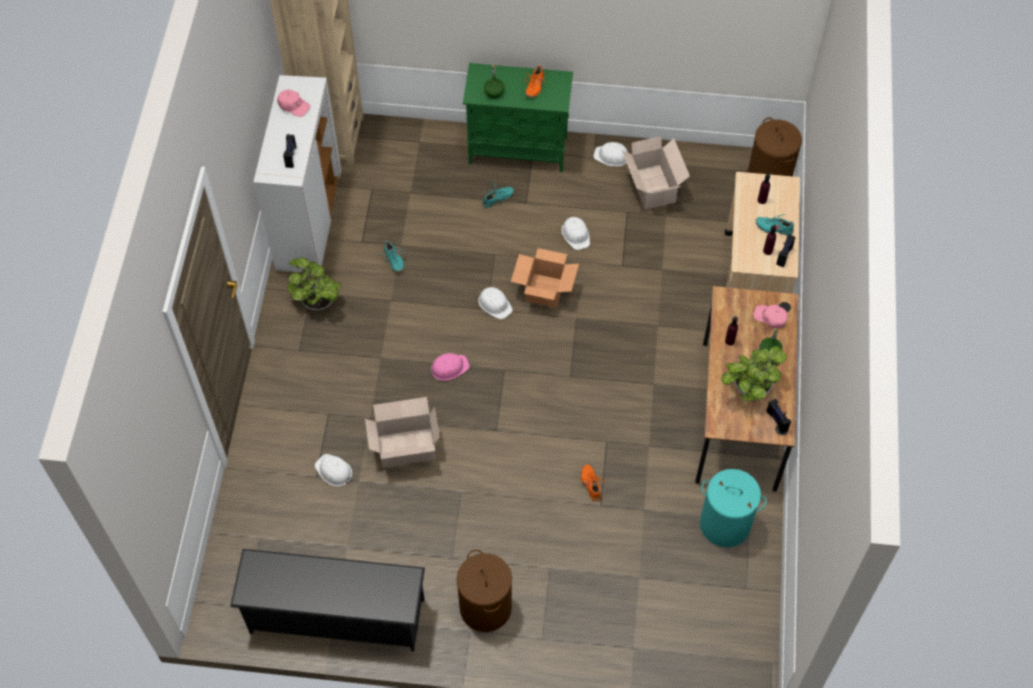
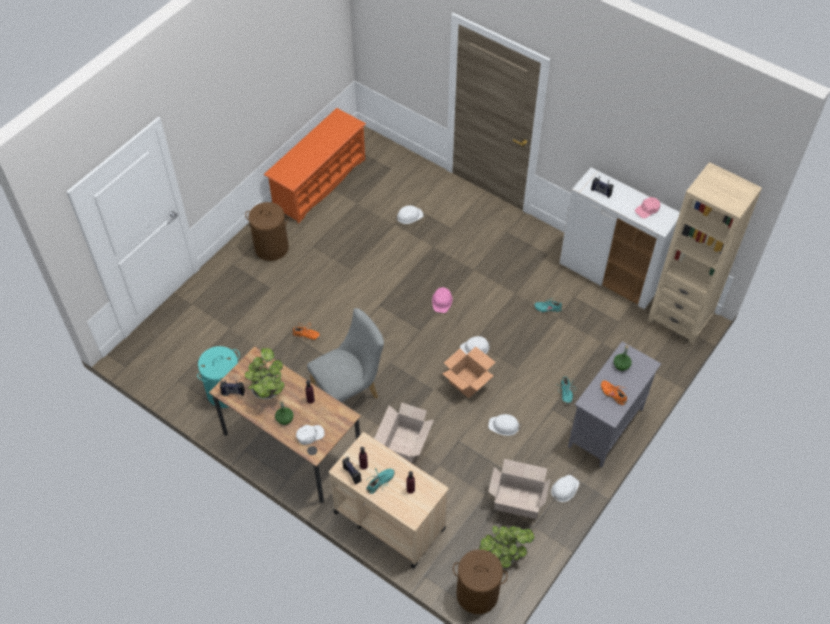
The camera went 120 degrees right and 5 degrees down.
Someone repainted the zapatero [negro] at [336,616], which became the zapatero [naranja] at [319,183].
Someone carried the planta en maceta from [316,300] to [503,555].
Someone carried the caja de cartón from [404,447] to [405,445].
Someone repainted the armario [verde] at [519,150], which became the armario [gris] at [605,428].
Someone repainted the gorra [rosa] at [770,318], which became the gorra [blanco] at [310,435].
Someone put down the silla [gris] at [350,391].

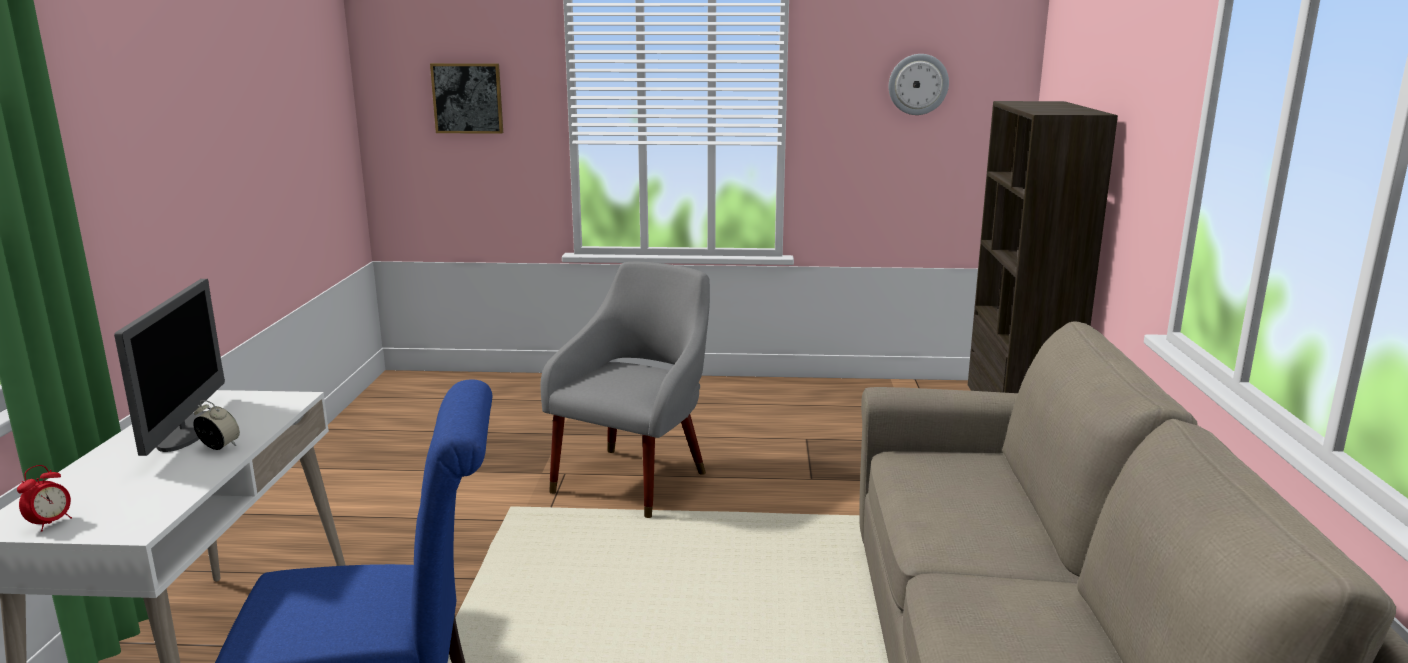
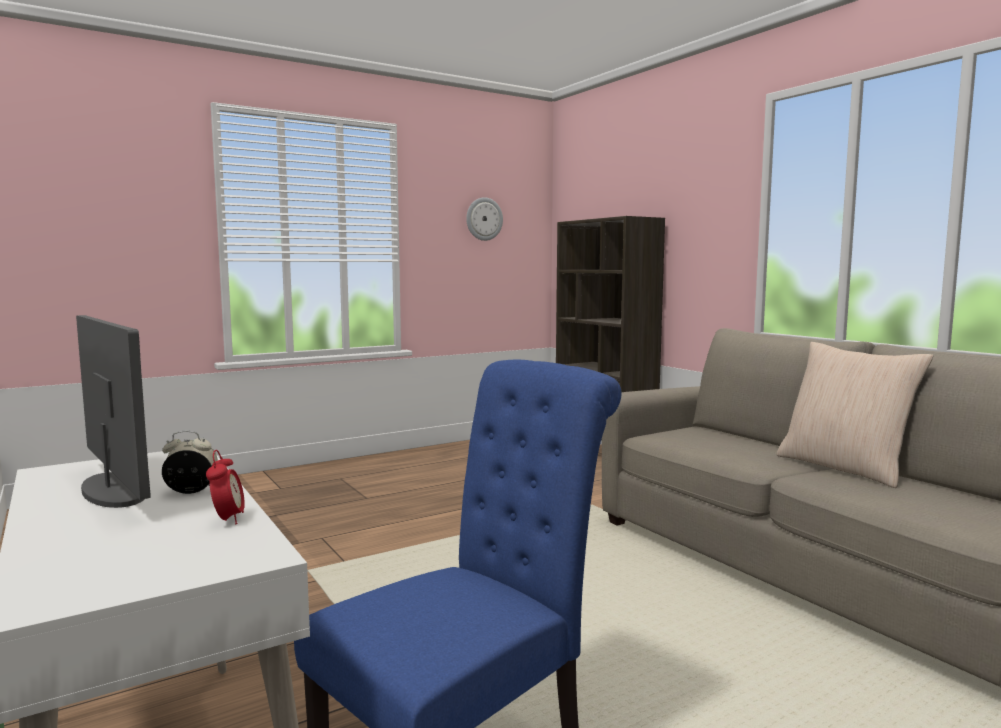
The camera went 35 degrees left and 10 degrees down.
Someone carried the despertador from [51,523] to [228,520].
Someone took away the cuadro at [467,98].
Someone took away the sillón [gris] at [635,477].
Someone put down the cojín [beis] at [844,468].

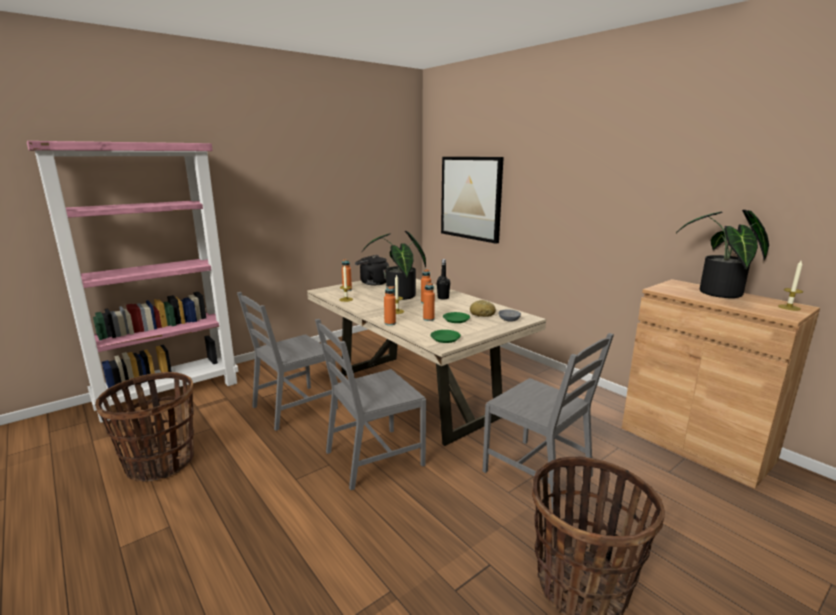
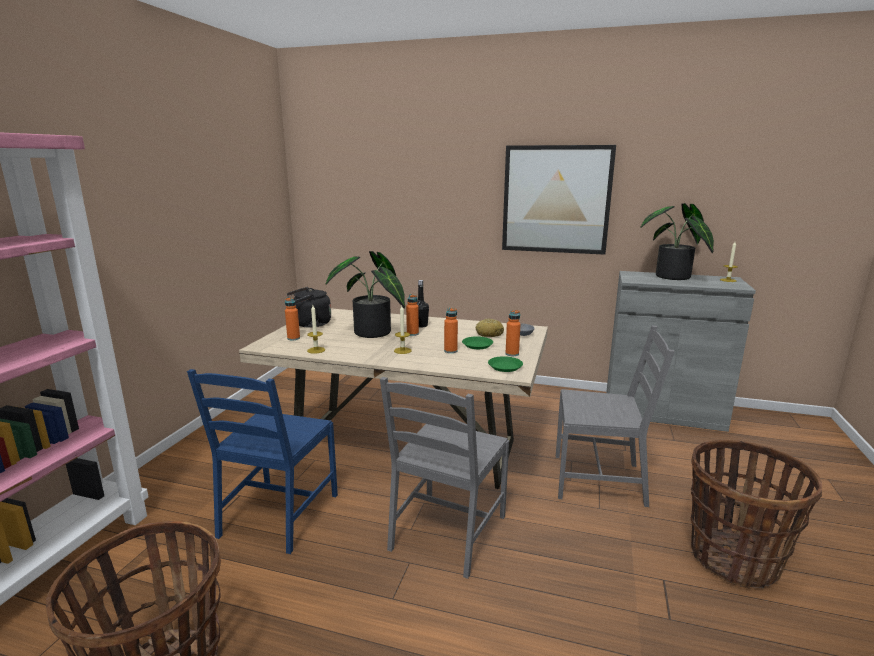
The camera went 35 degrees left and 0 degrees up.
Someone repainted the silla [gris] at [294,407], which became the silla [azul] at [278,515].
Someone carried the botella [naranja] from [390,323] to [512,354].
Someone carried the cuadro from [471,198] to [556,199].
Someone repainted the armario [marrón] at [695,444], which became the armario [gris] at [662,411].

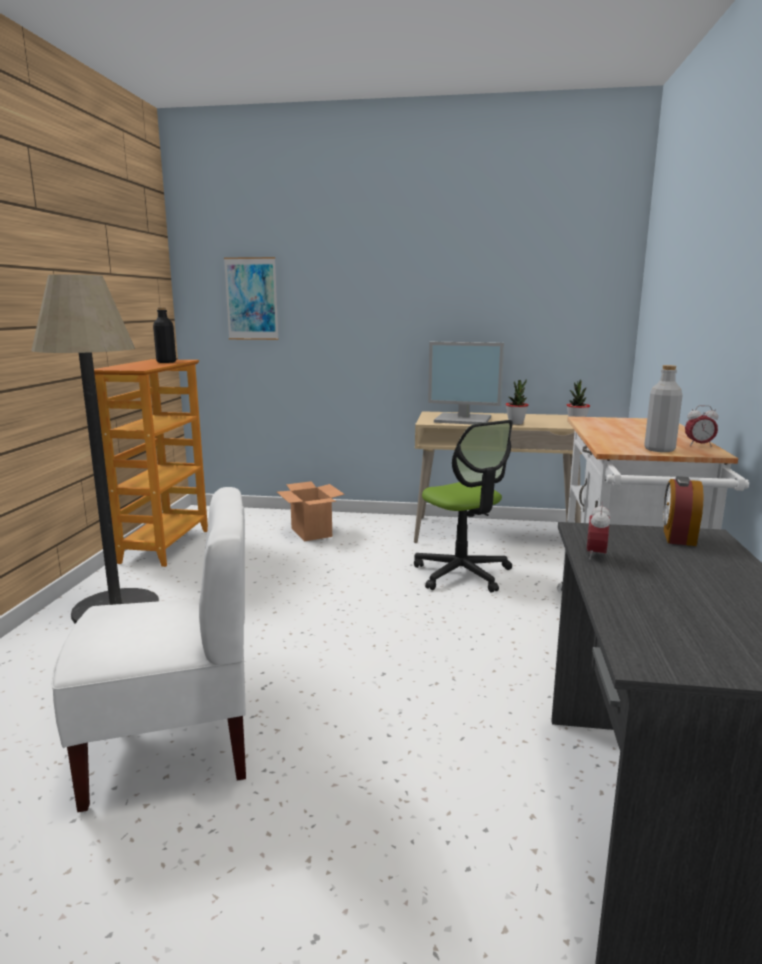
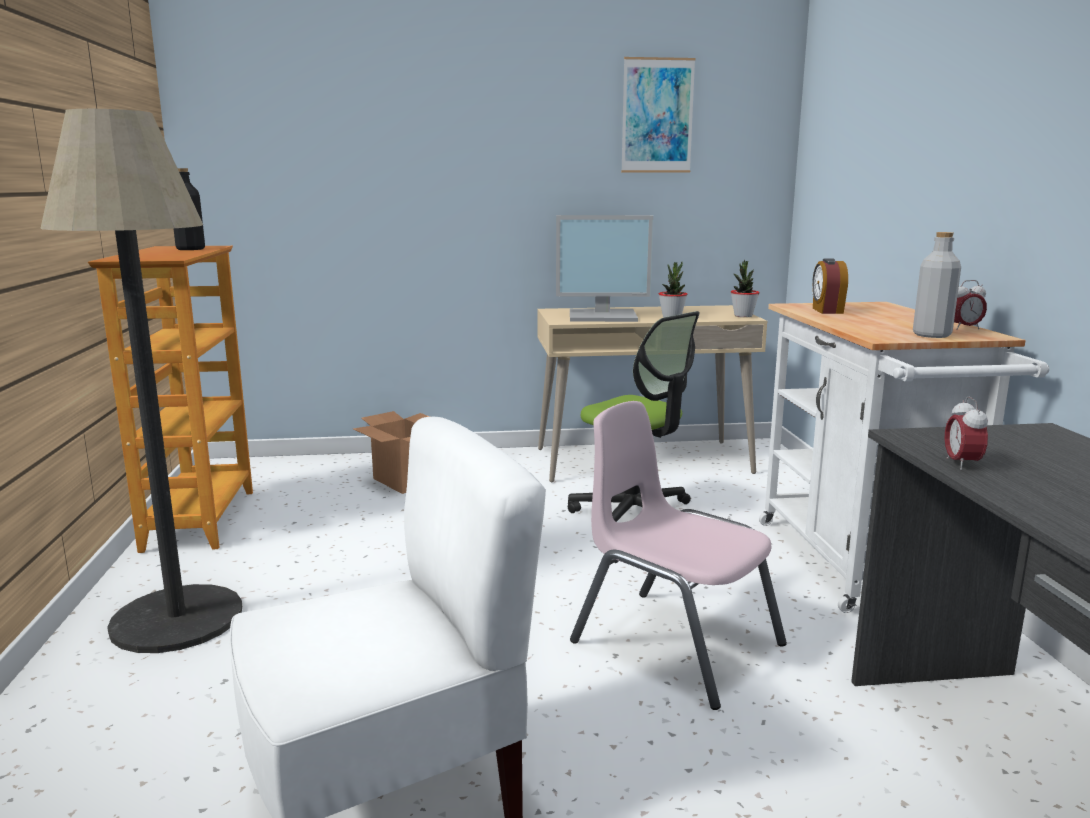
The camera went 15 degrees left and 0 degrees up.
Someone carried the cuadro from [251,299] to [657,116].
Someone carried the despertador from [678,537] to [826,311].
Someone put down the silla [rosa] at [675,644].

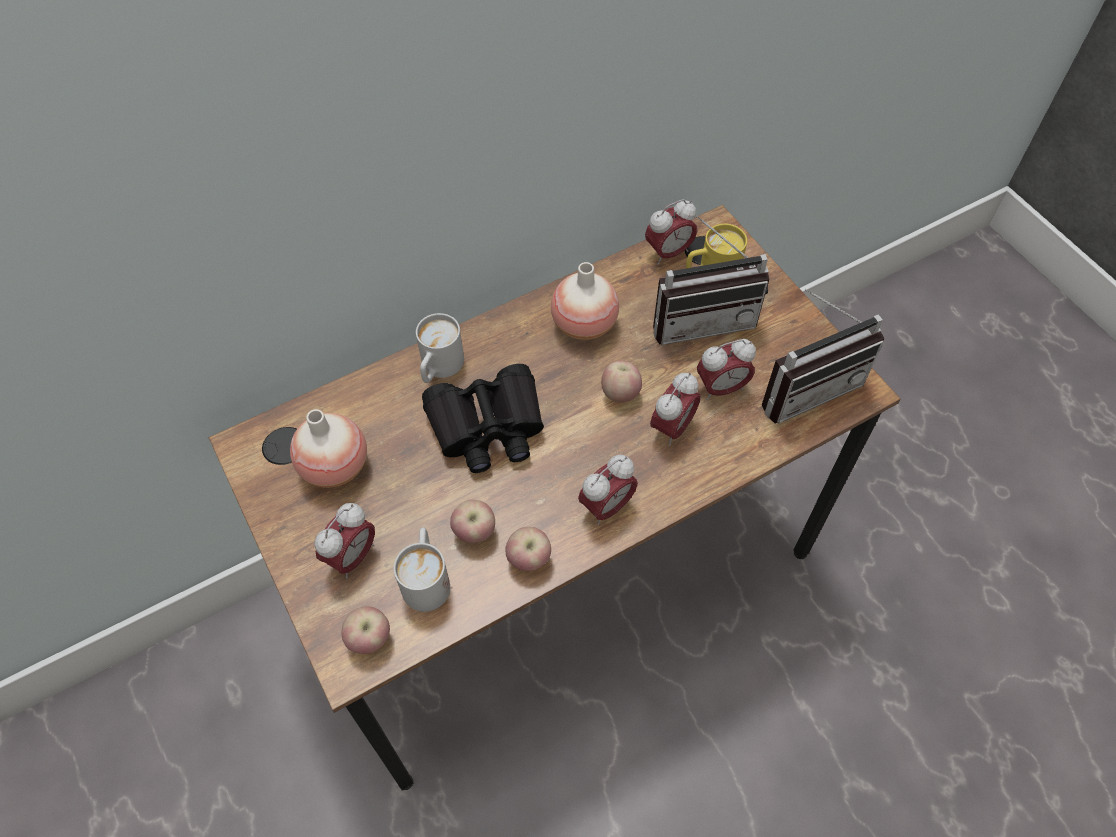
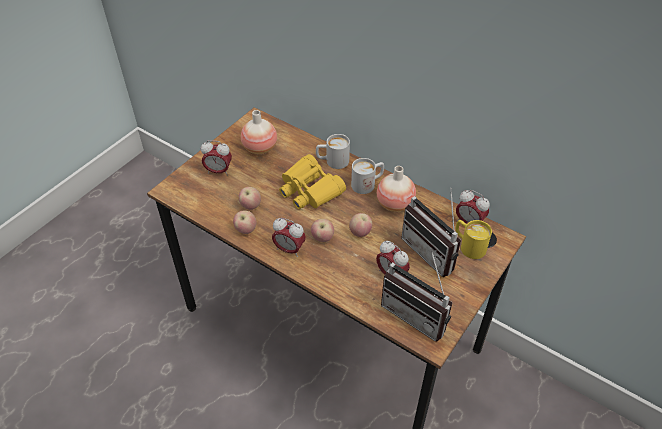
The camera went 65 degrees right and 10 degrees down.
Someone carried the manzana from [369,638] to [322,238].
Someone carried the taza grande [blanco] from [426,578] to [367,184].
Someone repainted the prismáticos [negro] at [487,427], which became the prismáticos [amarillo] at [309,190].
Someone took away the despertador at [672,427].

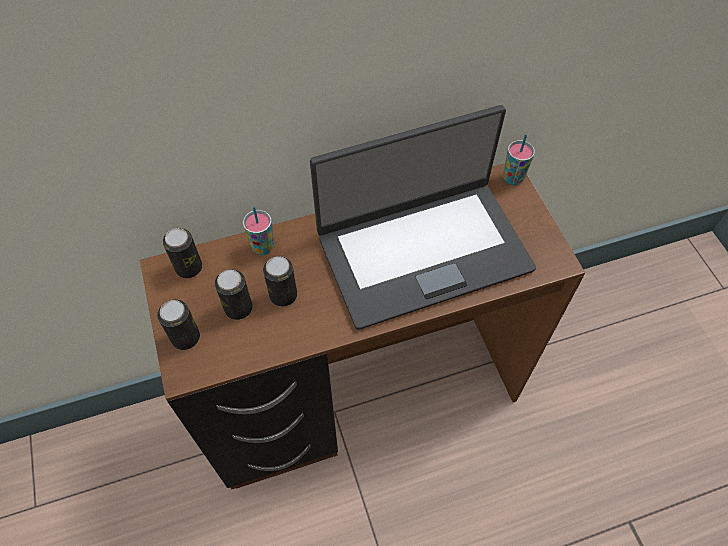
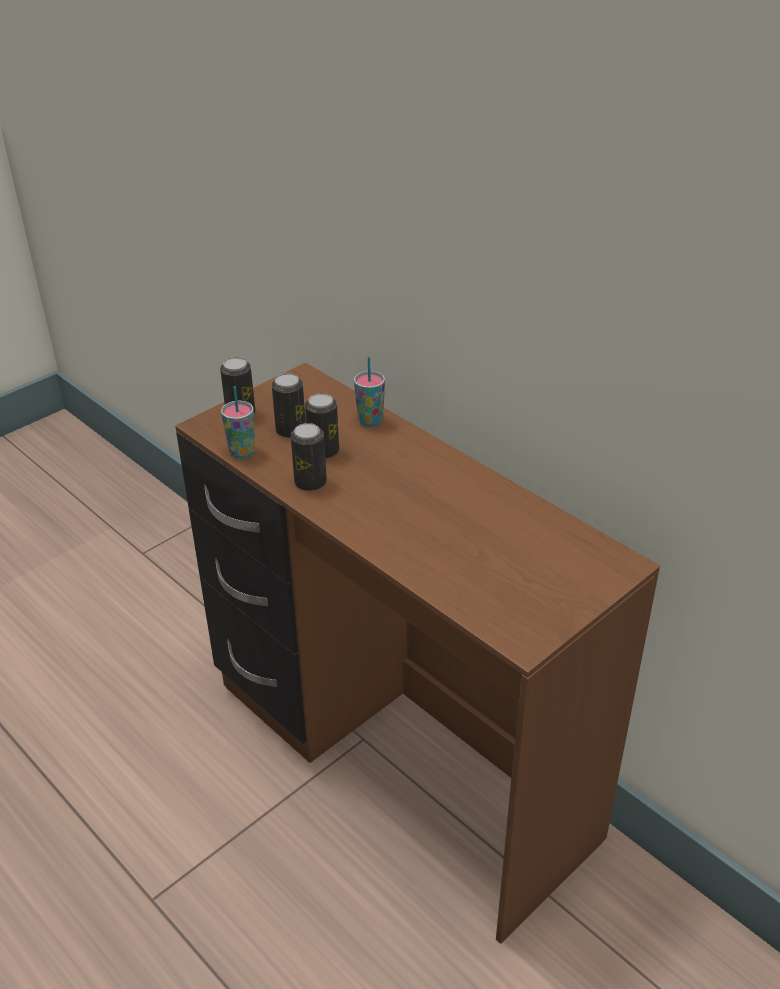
The camera went 65 degrees right and 20 degrees down.
Someone carried the lata from [189,268] to [310,483].
Someone took away the portátil at [423,250].
Someone carried the taza from [513,178] to [242,452].

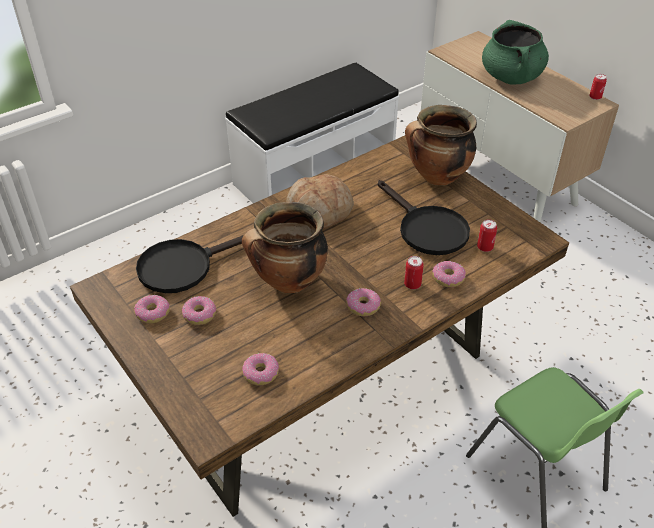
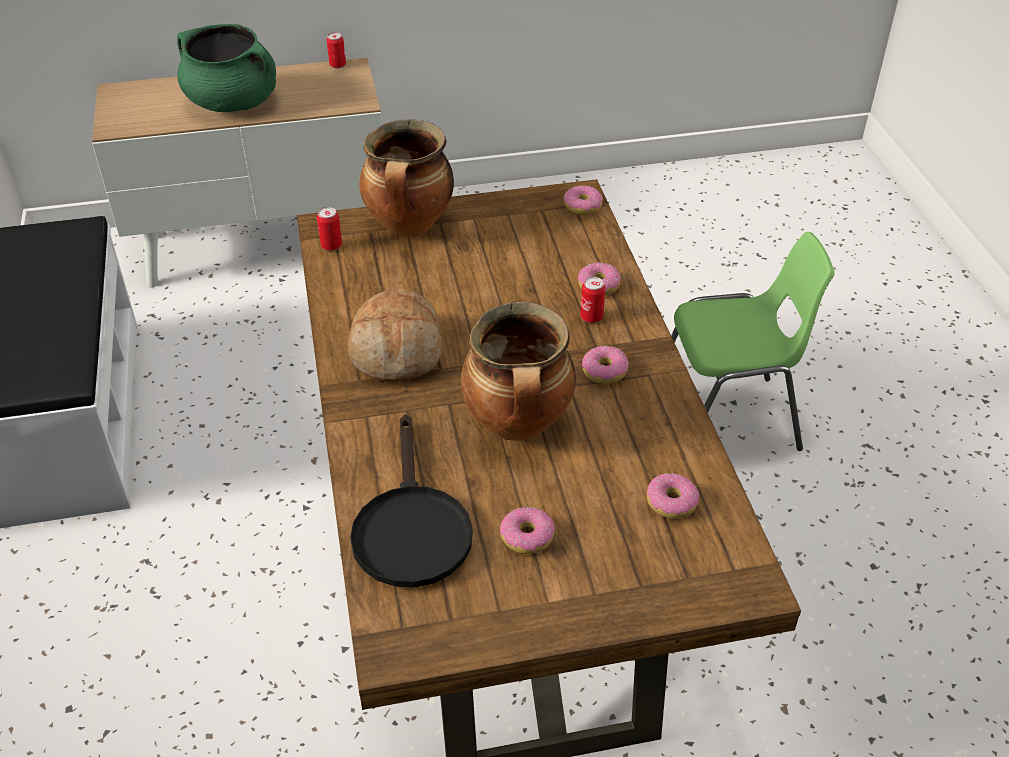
The camera went 65 degrees left and 0 degrees up.
Someone carried the rosquilla from [152,313] to [582,206].
Someone took away the sartén [negro] at [426,228].
Someone carried the lata from [485,247] to [331,246].

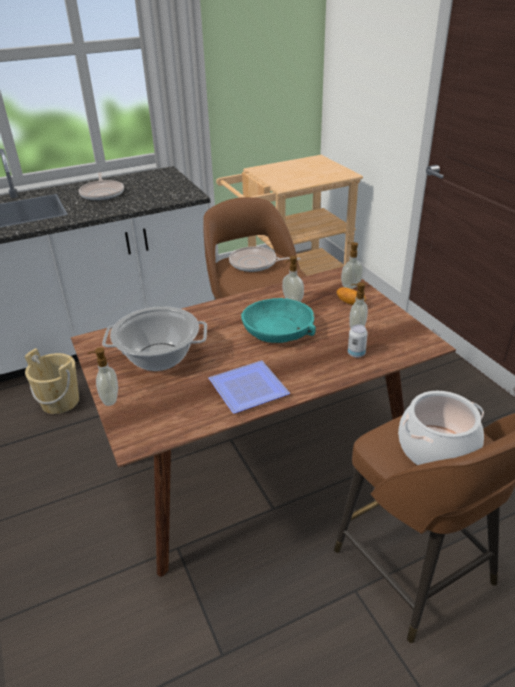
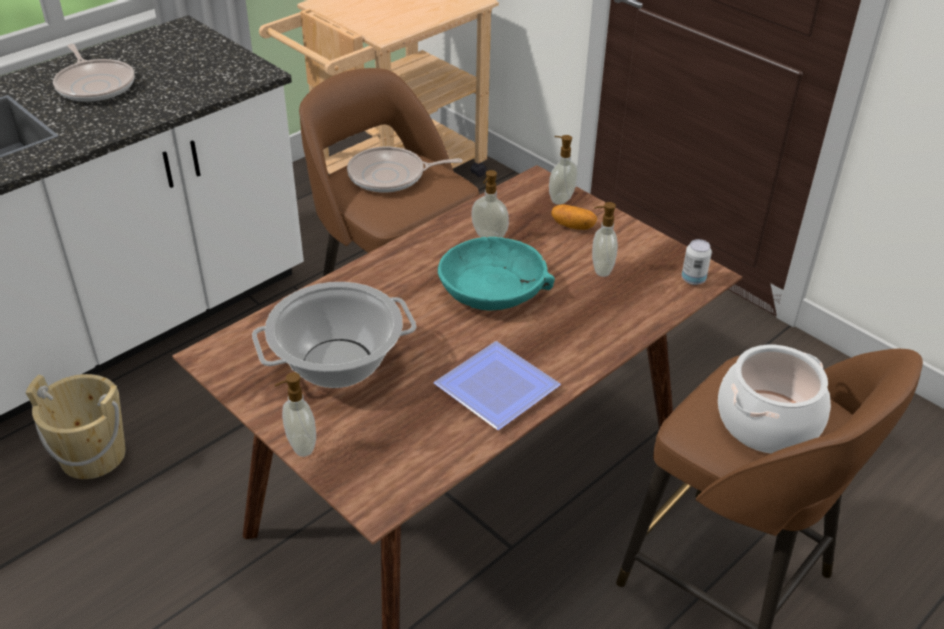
The camera went 20 degrees left and 5 degrees up.
Someone carried the lata from [356,354] to [693,279].

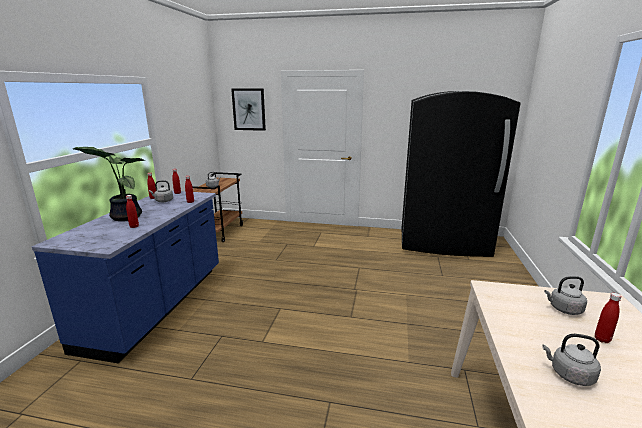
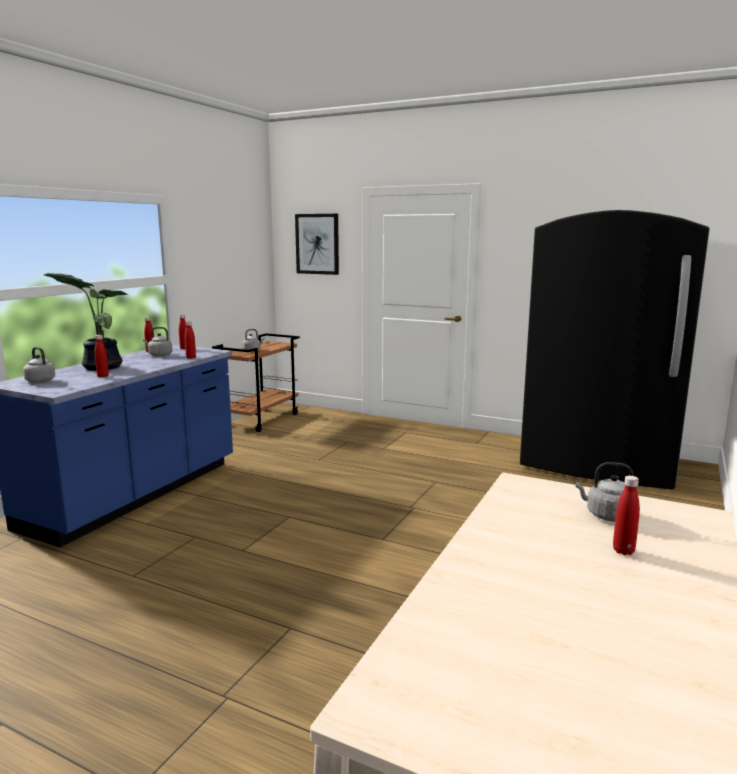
The camera went 15 degrees right and 5 degrees down.
Someone carried the hervidor [gris] from [569,375] to [39,381].

